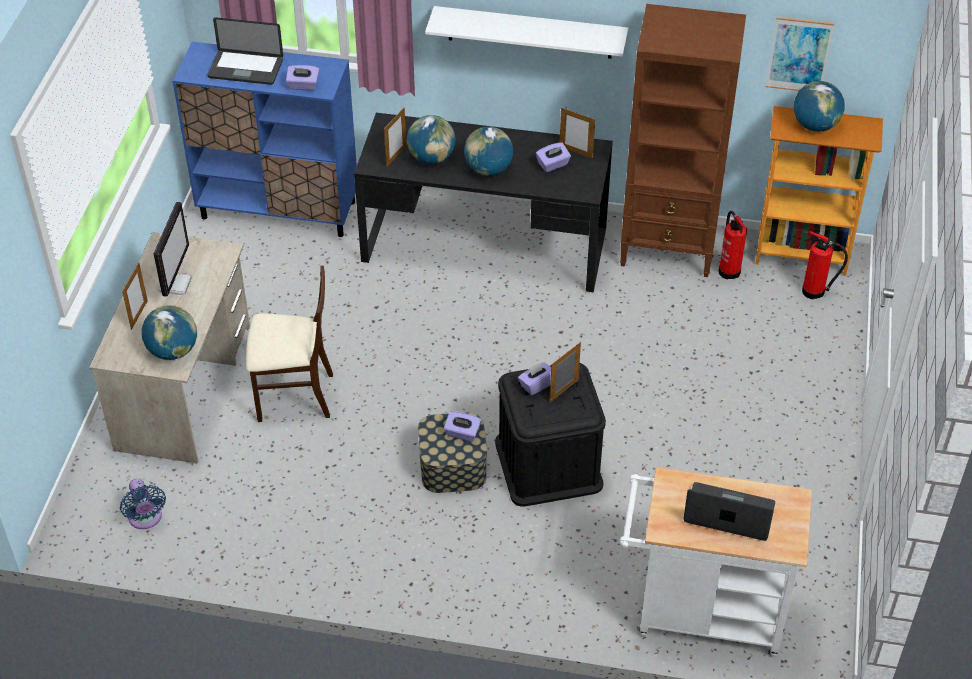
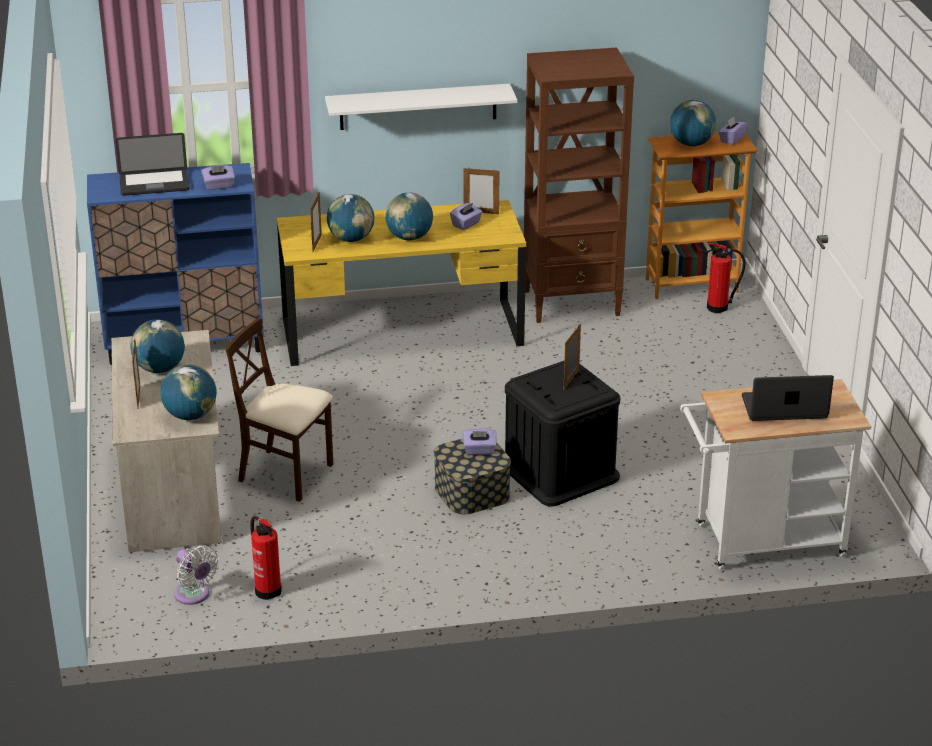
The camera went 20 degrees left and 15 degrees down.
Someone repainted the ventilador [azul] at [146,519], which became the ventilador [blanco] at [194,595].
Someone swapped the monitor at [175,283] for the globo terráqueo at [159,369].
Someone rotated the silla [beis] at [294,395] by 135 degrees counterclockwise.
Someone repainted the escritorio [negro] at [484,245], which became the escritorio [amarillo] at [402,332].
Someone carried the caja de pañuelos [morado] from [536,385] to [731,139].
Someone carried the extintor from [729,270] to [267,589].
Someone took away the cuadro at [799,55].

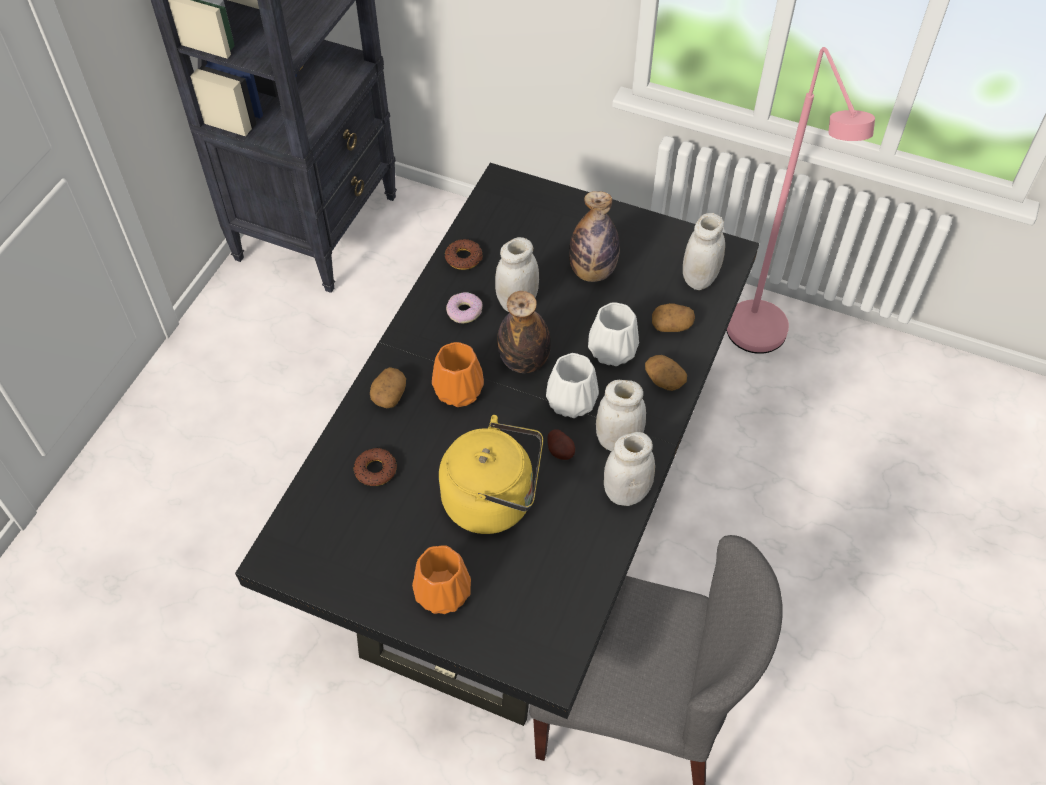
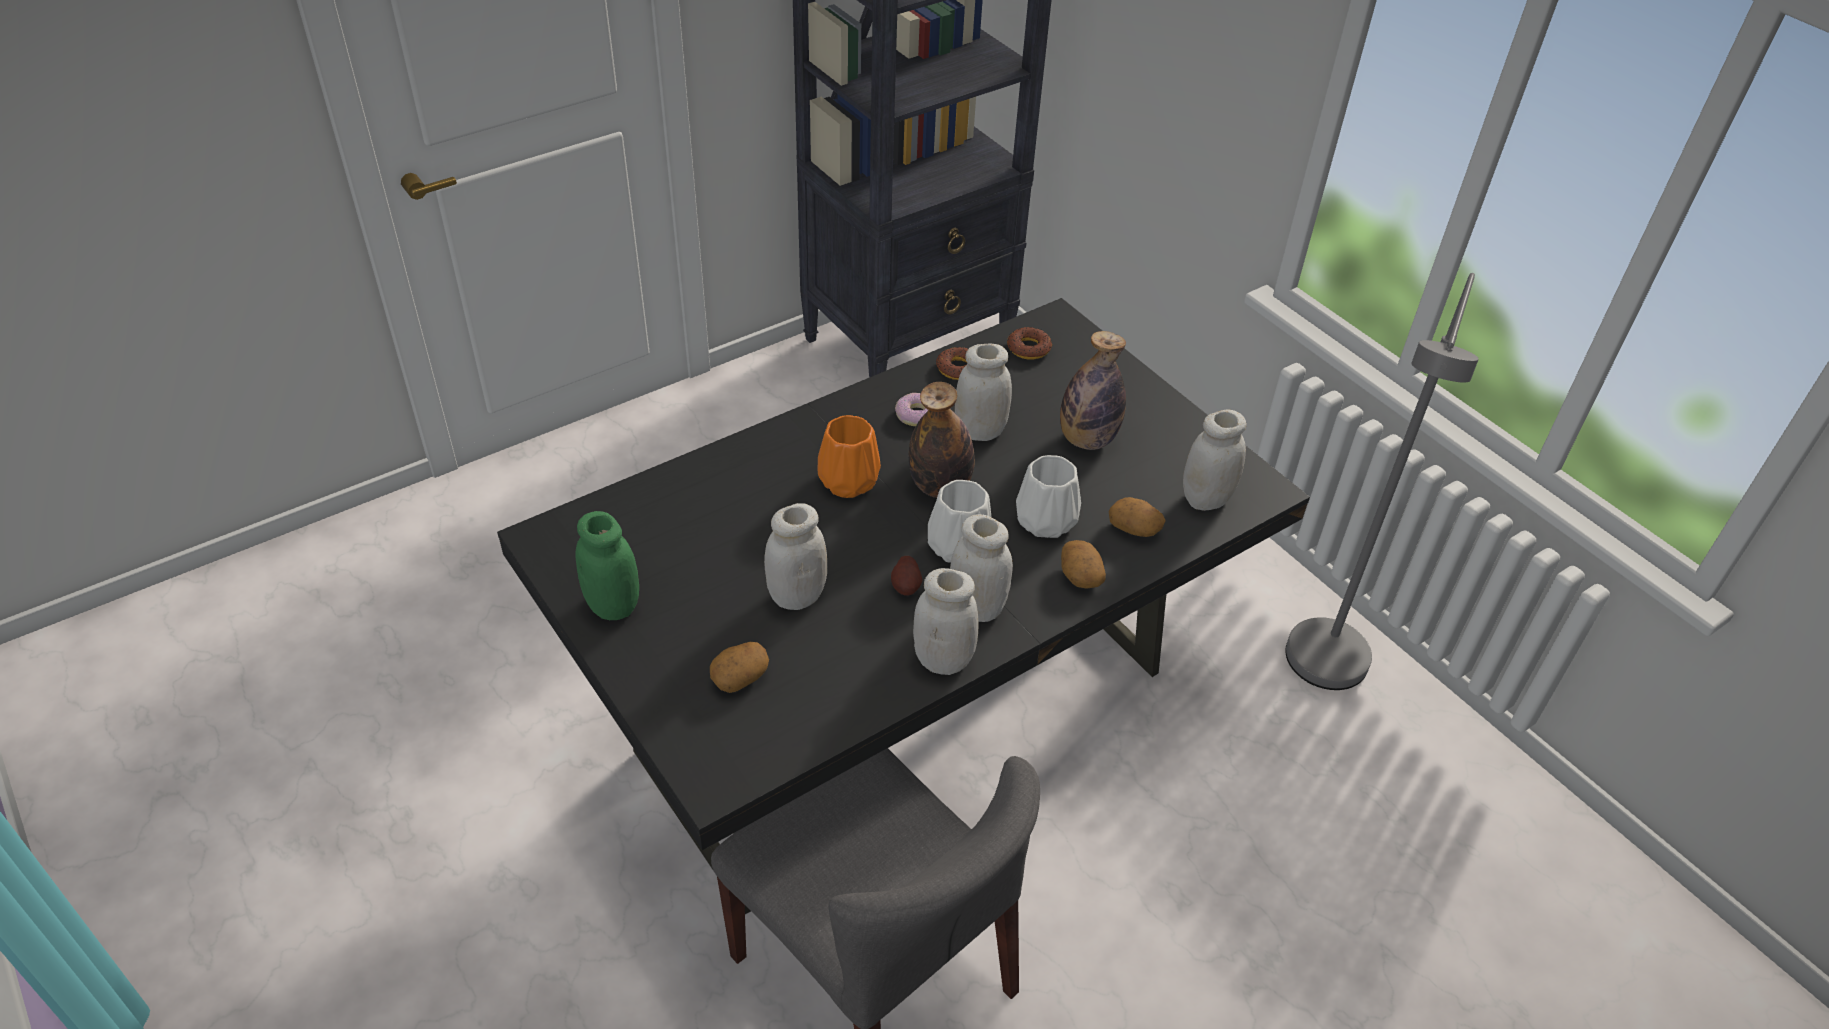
The camera went 30 degrees right and 10 degrees down.
Someone carried the rosquilla from [376,470] to [1029,348].
Someone carried the patata from [389,394] to [740,676].
Someone took away the florero [naranja] at [441,593].
Someone swapped the hervidor [amarillo] at [494,500] for the tarro [blanco] at [796,596].
Someone repainted the lámpara de pie [rosa] at [760,343], which became the lámpara de pie [gris] at [1321,675].
Someone put down the tarro [verde] at [613,605].

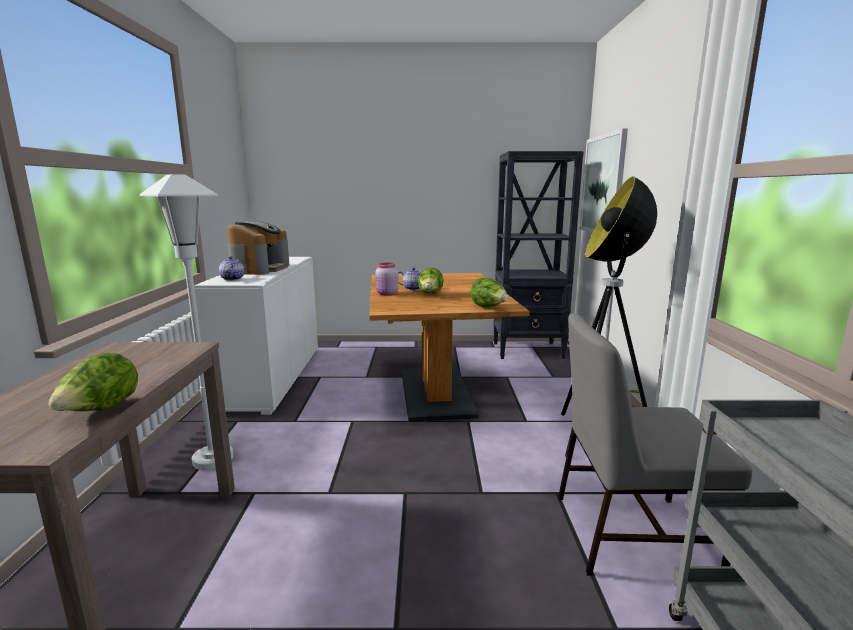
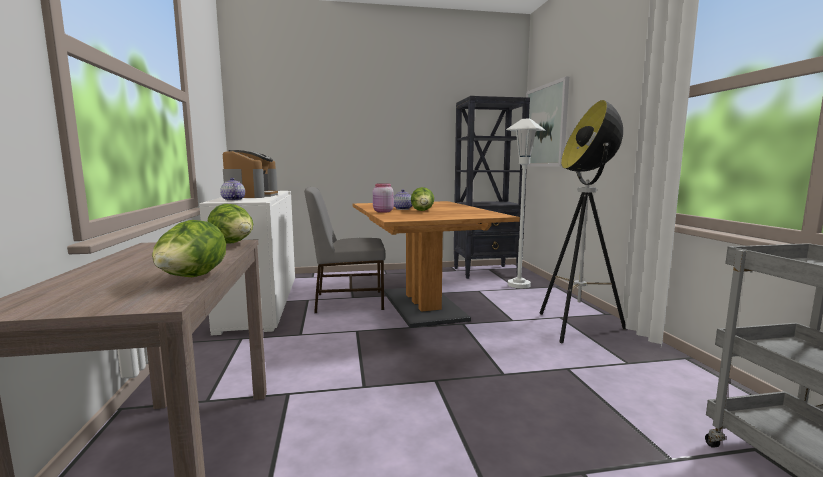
The camera went 10 degrees left and 5 degrees down.
Someone carried the lámpara de pie [blanco] from [213,459] to [519,285].
Someone carried the lechuga from [489,307] to [233,244].
Someone carried the silla [gris] from [628,532] to [347,301].

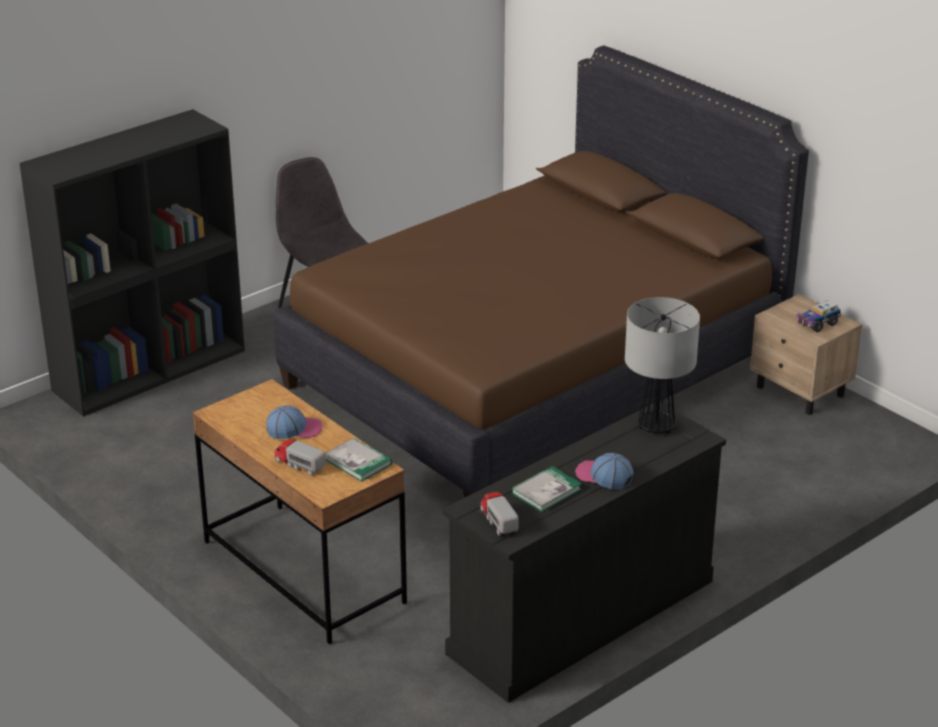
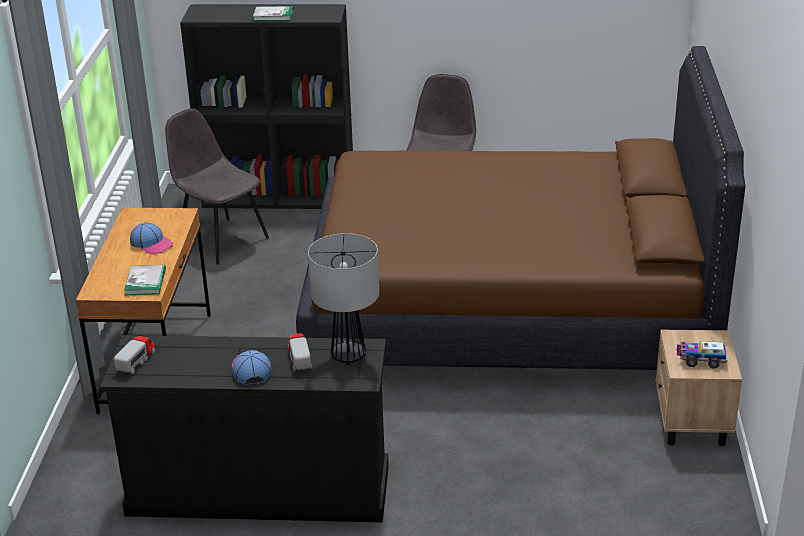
The camera went 45 degrees right and 0 degrees up.
Someone carried the camión de juguete from [299,464] to [299,358].
Someone carried the libro from [546,491] to [273,15].
Someone put down the silla [gris] at [221,240].

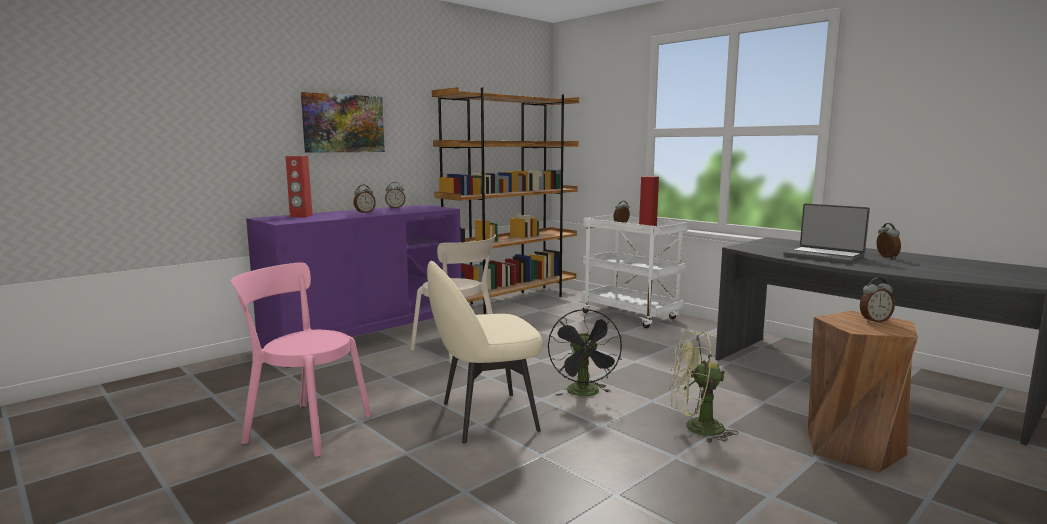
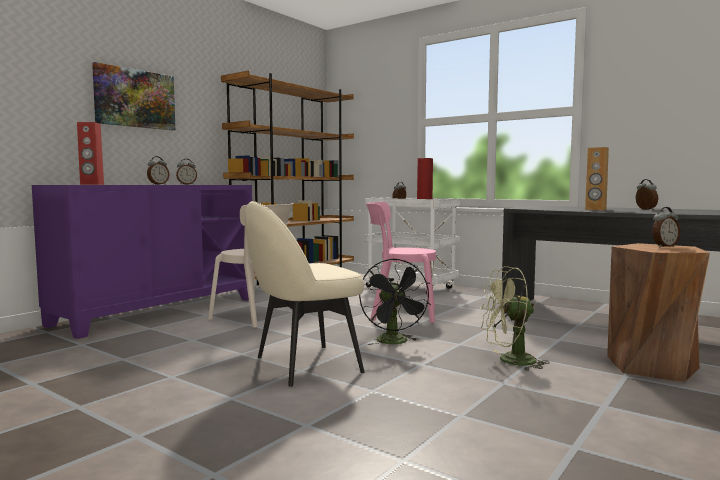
The camera went 10 degrees left and 5 degrees down.
Someone carried the silla [rosa] from [304,428] to [399,314].
Someone swapped the portátil at [824,256] for the altavoz [marrón] at [595,209].

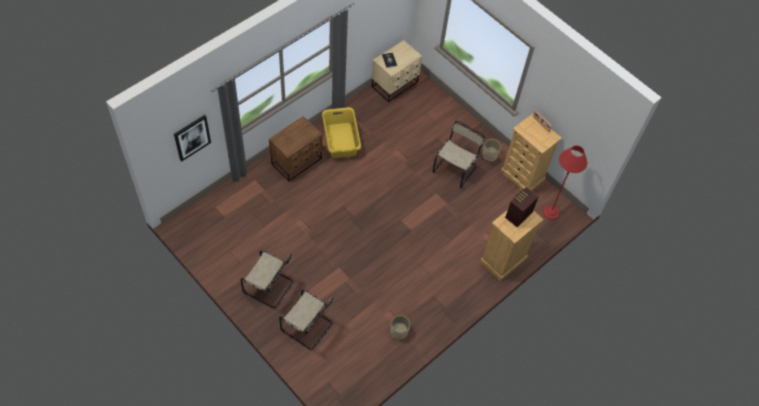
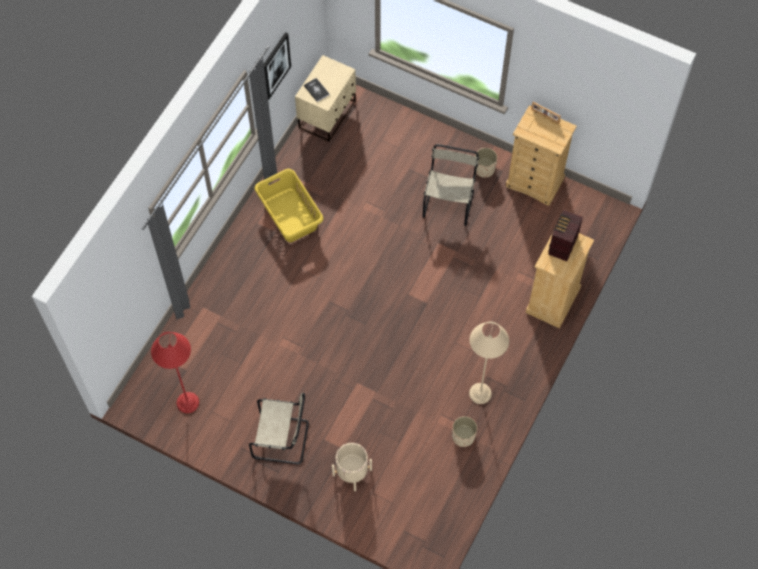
The camera went 15 degrees left and 5 degrees up.
Someone carried the cuadro from [192,137] to [275,65].
Someone took away the mesita de noche [marrón] at [297,162].
Someone swapped the silla [beis] at [308,327] for the maceta [beis] at [352,472].
Someone carried the lámpara de pie [rojo] from [550,212] to [187,402].
Someone put down the lámpara de pie [beis] at [480,393].

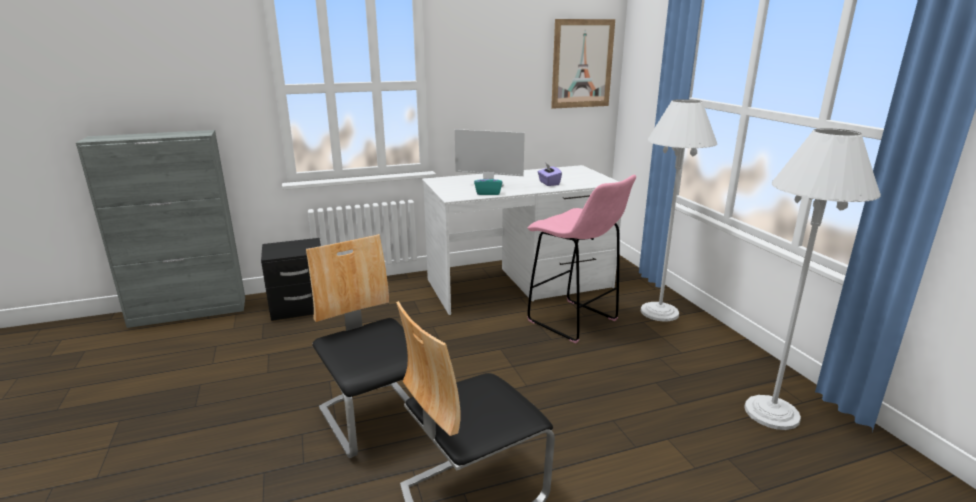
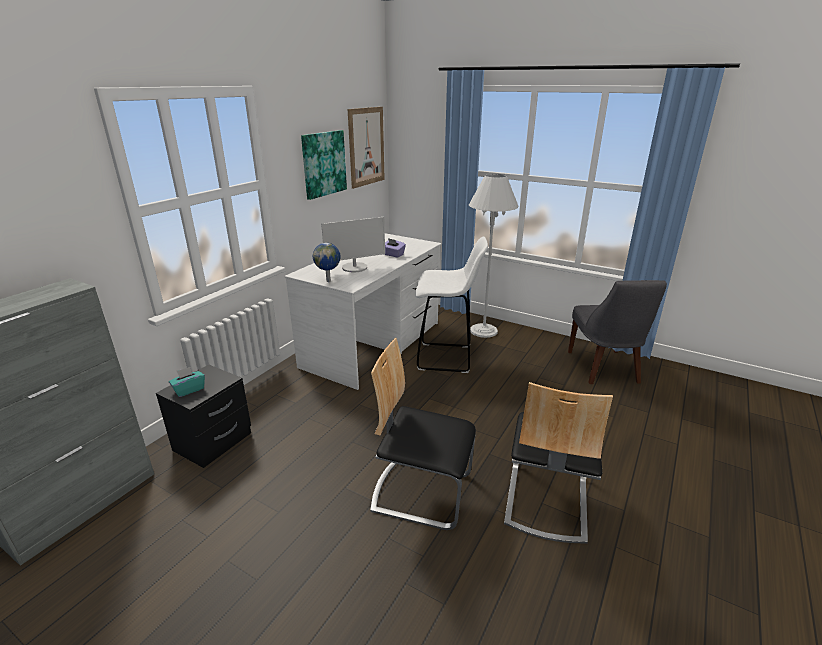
The camera went 40 degrees left and 5 degrees up.
Someone carried the caja de pañuelos [turquesa] from [488,193] to [189,389].
Someone repainted the taburete [rosa] at [574,321], which became the taburete [blanco] at [447,358].
Someone swapped the lámpara de pie [blanco] at [771,413] for the silla [gris] at [604,369].
Someone put up the cuadro at [323,164].
Someone put down the globo terráqueo at [329,281].

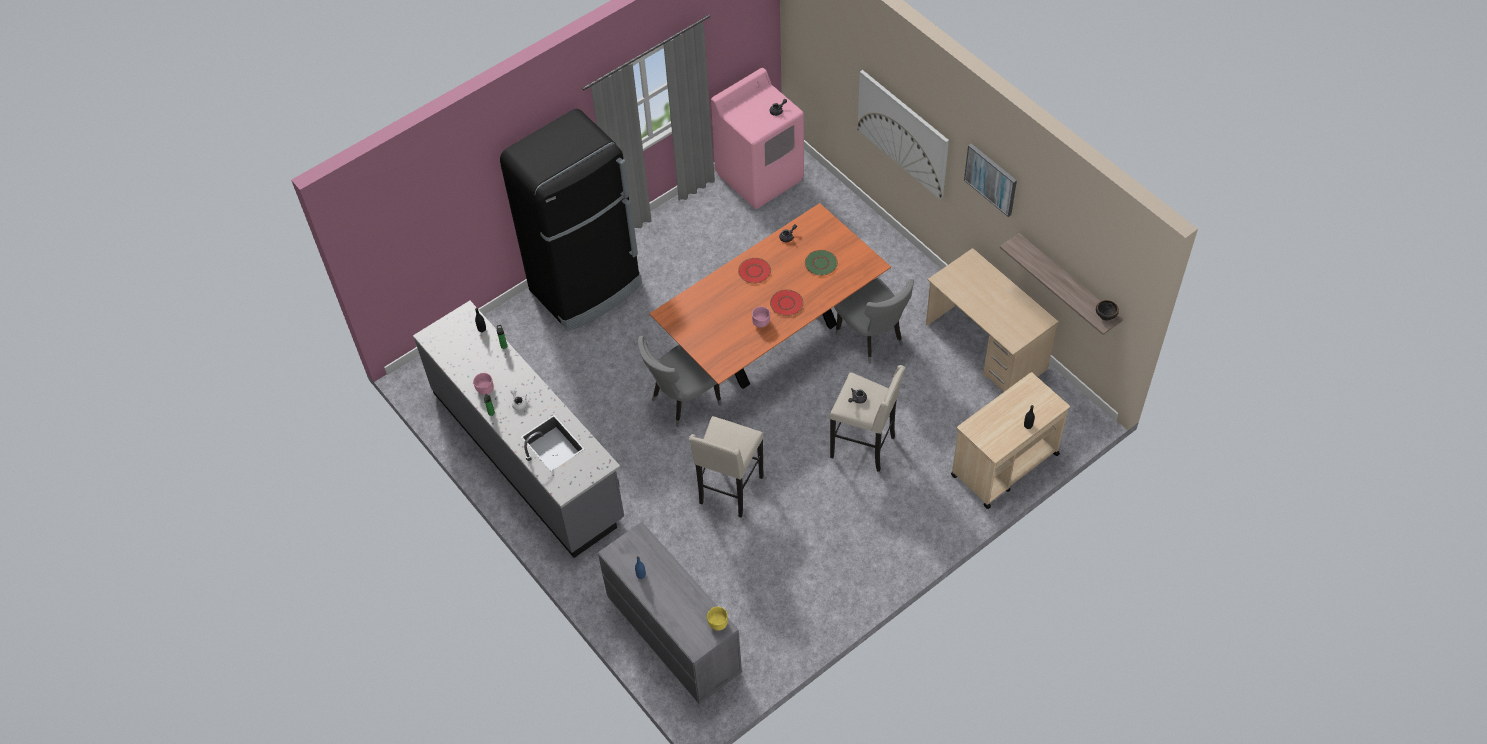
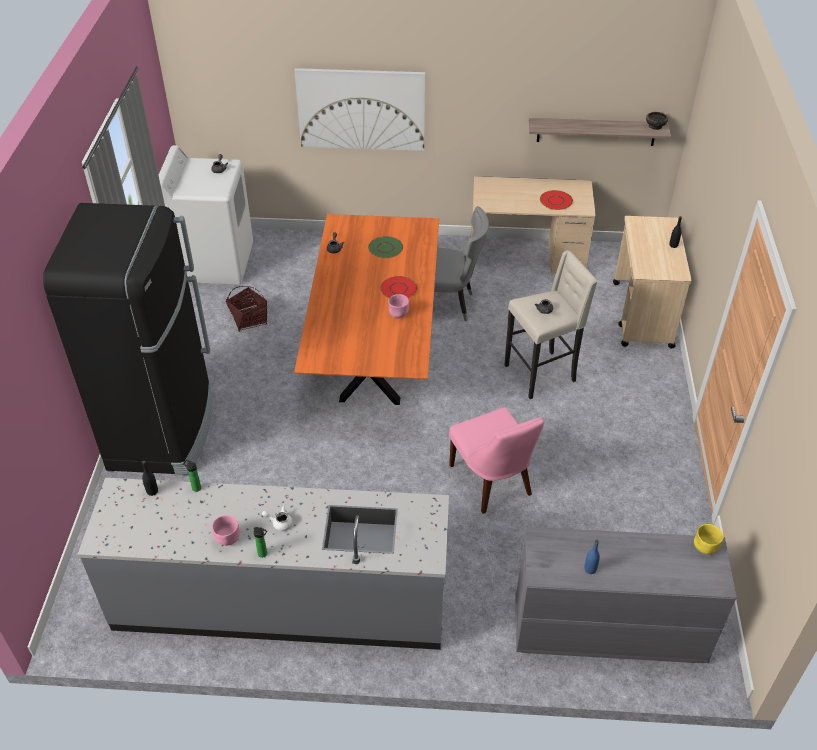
The camera went 50 degrees left and 10 degrees down.
Someone took away the silla [gris] at [682,401].
Someone swapped the taburete [beis] at [729,491] for the silla [rosa] at [492,482].
Someone repainted the lavadora [rosa] at [760,176], which became the lavadora [blanco] at [215,262].
Someone carried the plato [rojo] from [754,271] to [556,201].
Someone took away the cuadro at [991,179].
Someone put down the cesta at [248,319].

